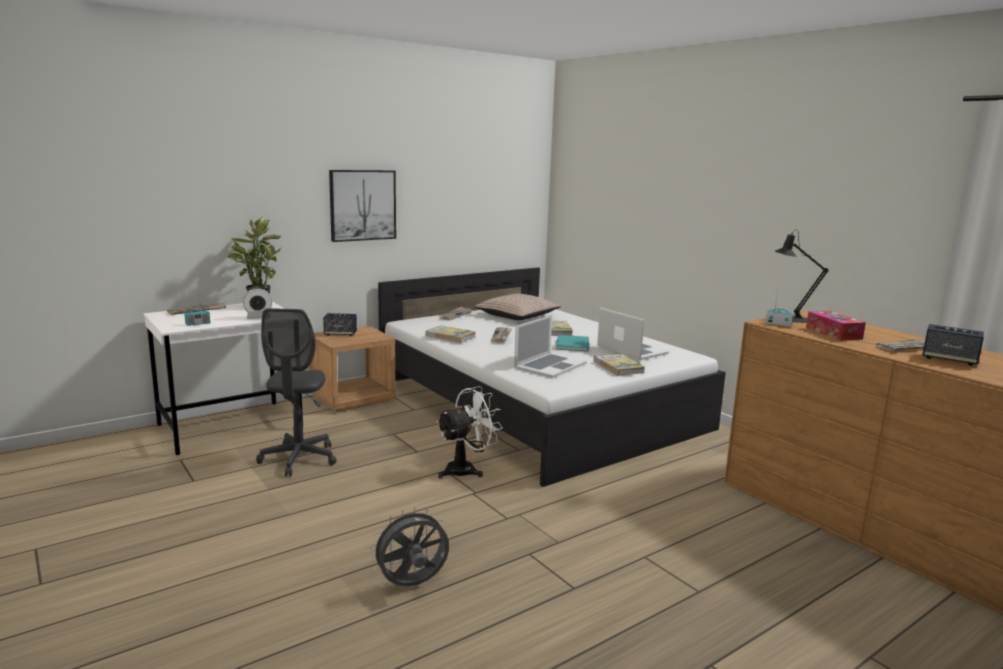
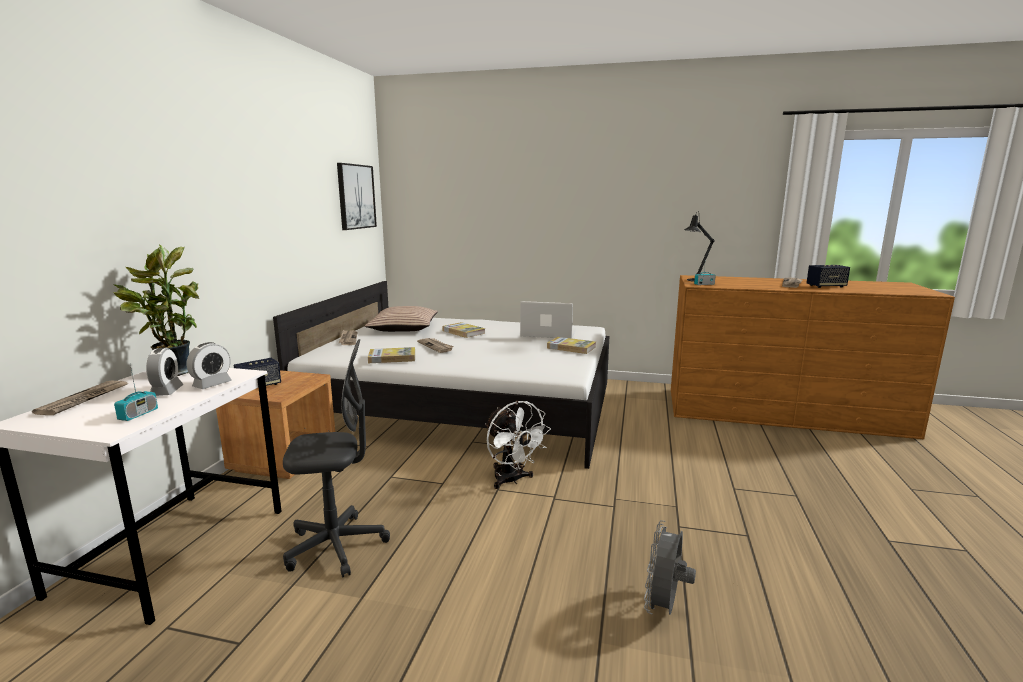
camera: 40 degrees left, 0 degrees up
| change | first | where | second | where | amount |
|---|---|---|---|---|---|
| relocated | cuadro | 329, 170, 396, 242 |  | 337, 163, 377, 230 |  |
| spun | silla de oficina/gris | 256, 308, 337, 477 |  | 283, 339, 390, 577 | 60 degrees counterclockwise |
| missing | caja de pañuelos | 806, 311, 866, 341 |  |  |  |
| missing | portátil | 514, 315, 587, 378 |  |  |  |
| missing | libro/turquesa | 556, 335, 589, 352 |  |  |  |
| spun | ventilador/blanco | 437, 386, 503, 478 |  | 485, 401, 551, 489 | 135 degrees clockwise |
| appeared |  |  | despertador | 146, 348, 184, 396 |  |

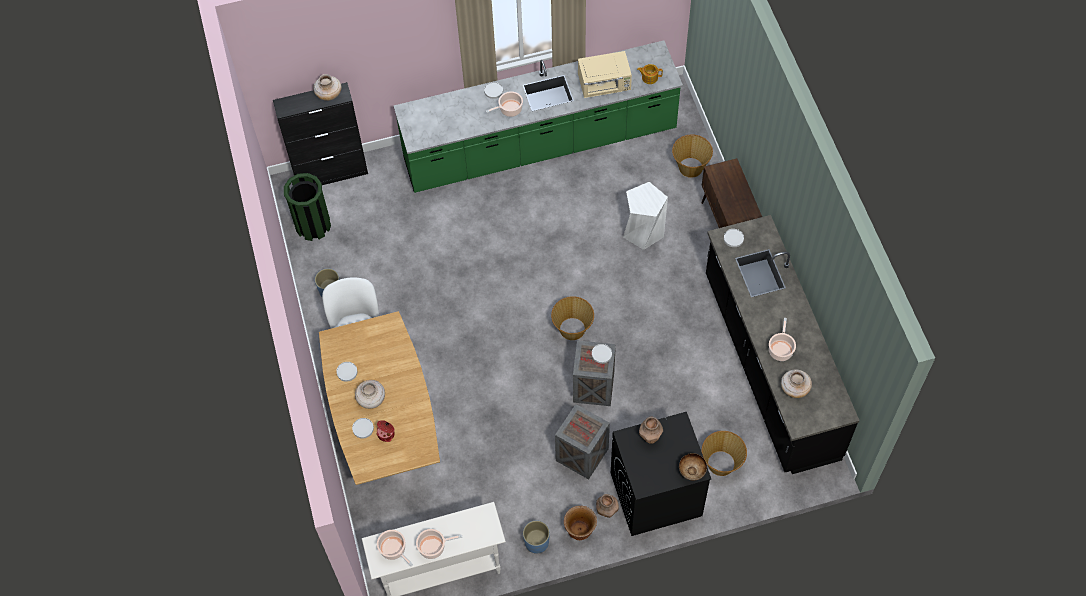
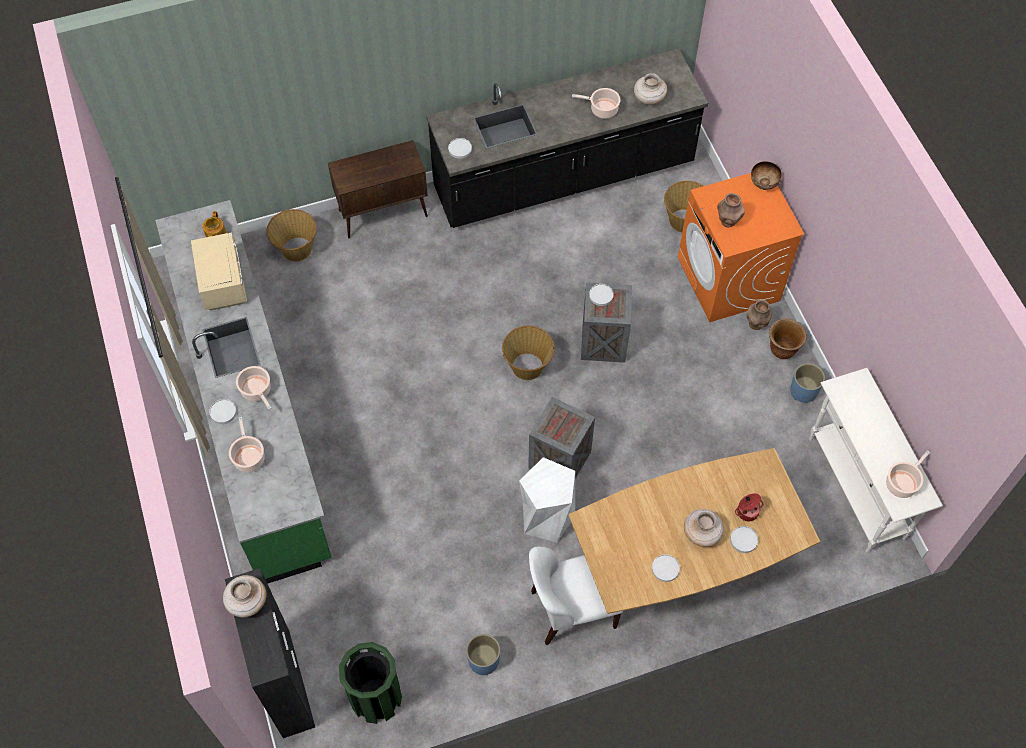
camera: 95 degrees left, 0 degrees up
| change | first | where | second | where | amount |
|---|---|---|---|---|---|
| relocated | taburete/blanco | 623, 182, 668, 250 |  | 519, 457, 575, 542 |  |
| relocated | caja de embalaje | 555, 404, 610, 479 |  | 528, 397, 595, 479 |  |
| colour | lavadora/negro | 611, 412, 711, 536 | lavadora/naranja | 678, 173, 805, 322 |  |
| relocated | olla | 416, 529, 462, 559 |  | 229, 417, 264, 472 |  |

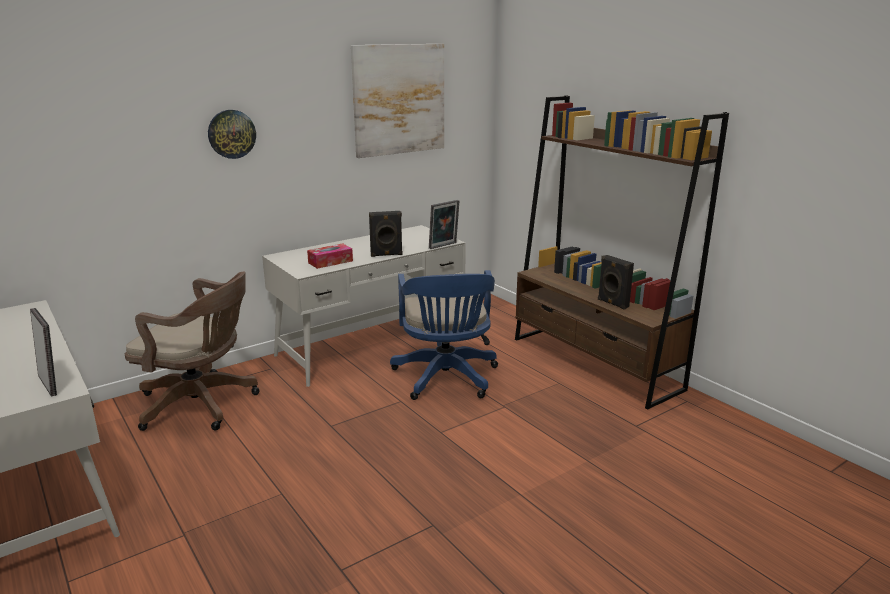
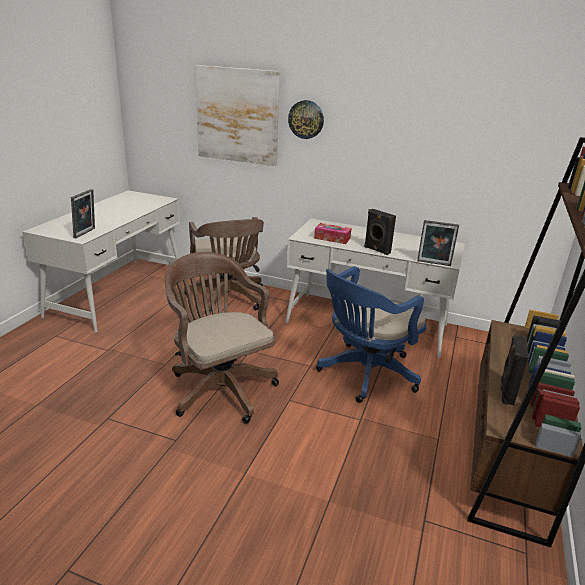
camera: 55 degrees right, 5 degrees up
| change | first | where | second | where | amount |
|---|---|---|---|---|---|
| relocated | cuadro | 351, 44, 444, 158 |  | 195, 65, 280, 166 |  |
| appeared |  |  | silla de oficina/marrón | 165, 252, 279, 424 |  |

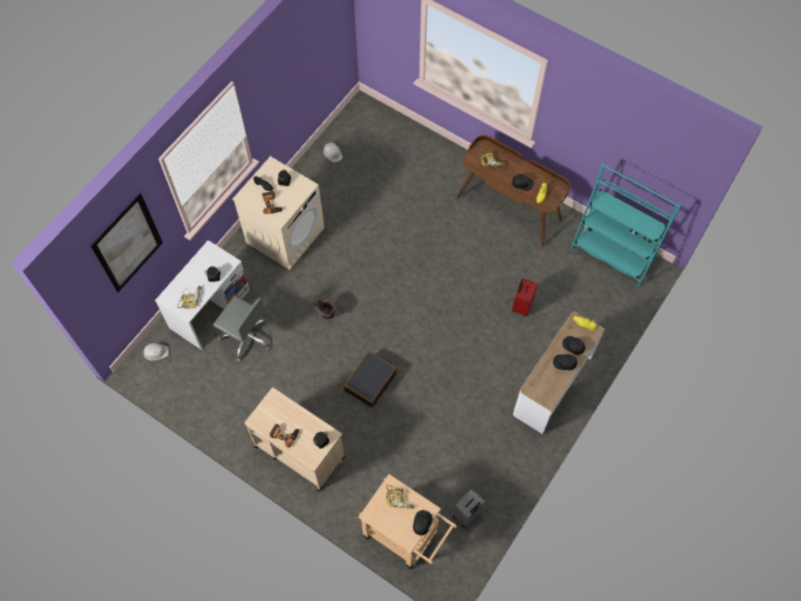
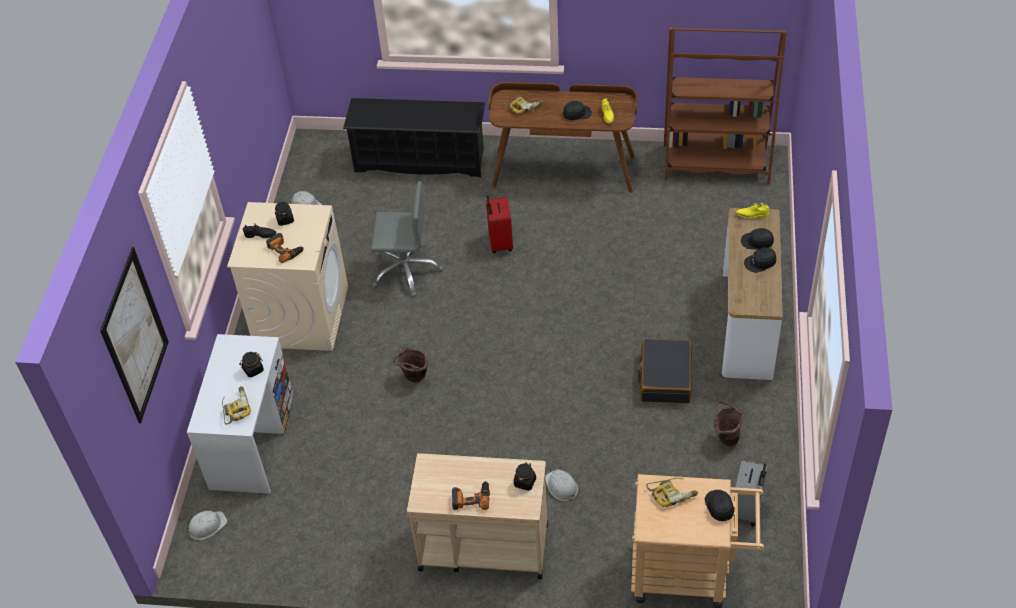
camera: 25 degrees left, 15 degrees down
| change | first | where | second | where | amount |
|---|---|---|---|---|---|
| colour | estantería/turquesa | 570, 163, 681, 287 | estantería/marrón | 664, 27, 787, 184 |  |
| relocated | maleta/rojo | 512, 278, 537, 316 |  | 486, 195, 513, 253 |  |
| relocated | silla de oficina/gris | 213, 295, 270, 362 |  | 371, 181, 443, 297 |  |
| relocated | maleta/negro | 344, 351, 397, 408 |  | 638, 339, 692, 403 |  |
| appeared |  |  | zapatero/negro | 343, 98, 485, 177 |  |
| appeared |  |  | cubo/marrón | 714, 401, 743, 447 |  |
| appeared |  |  | casco/blanco | 545, 469, 578, 501 |  |

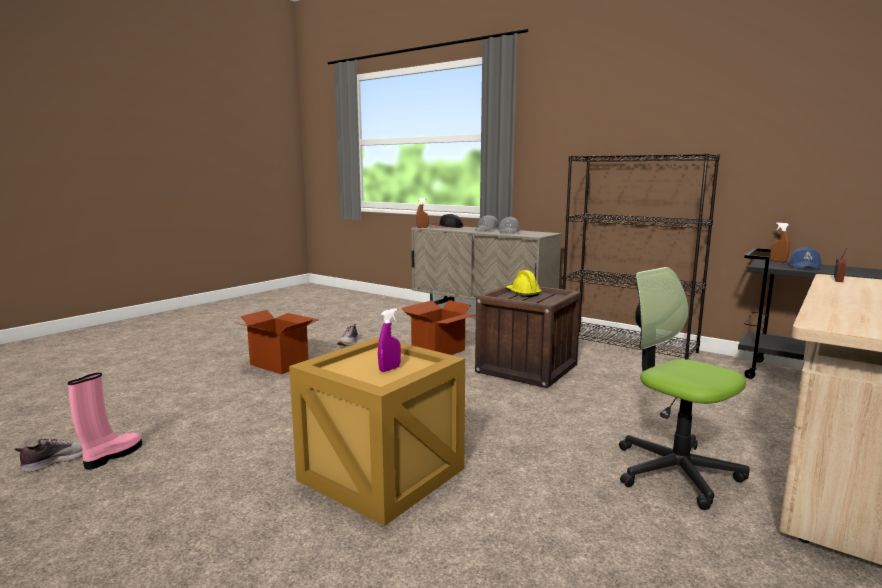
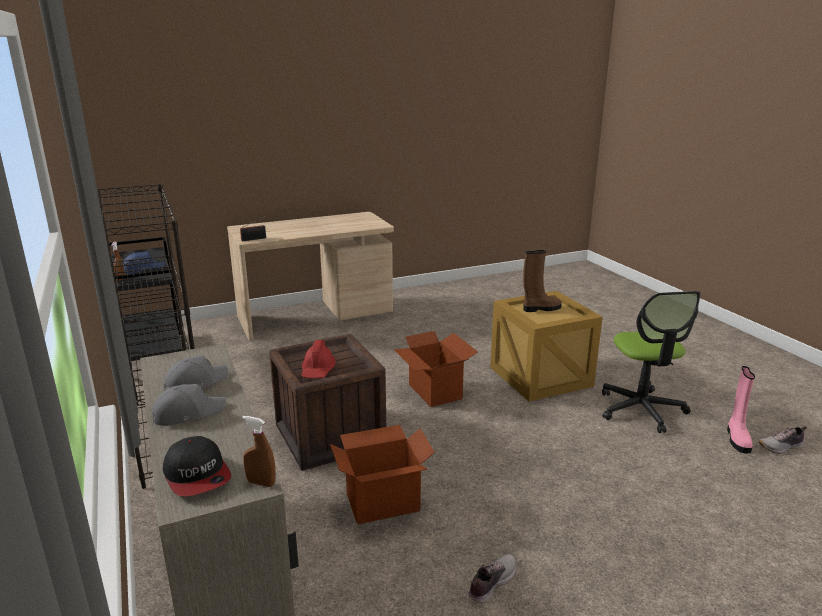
camera: 150 degrees left, 10 degrees up
| change | first | where | second | where | amount |
|---|---|---|---|---|---|
| relocated | silla de oficina | 619, 267, 750, 510 |  | 602, 291, 701, 433 |  |
| colour | casco/amarillo | 506, 270, 542, 297 | casco/rojo | 302, 340, 335, 379 |  |
| exchanged | pulverizador/morado | 378, 309, 401, 372 | bota/marrón | 523, 250, 562, 312 |  |
| relocated | caja de cartón | 233, 310, 319, 374 |  | 394, 331, 478, 407 |  |
| spun | bota/rosa | 68, 373, 142, 470 |  | 727, 366, 755, 454 | 45 degrees counterclockwise |

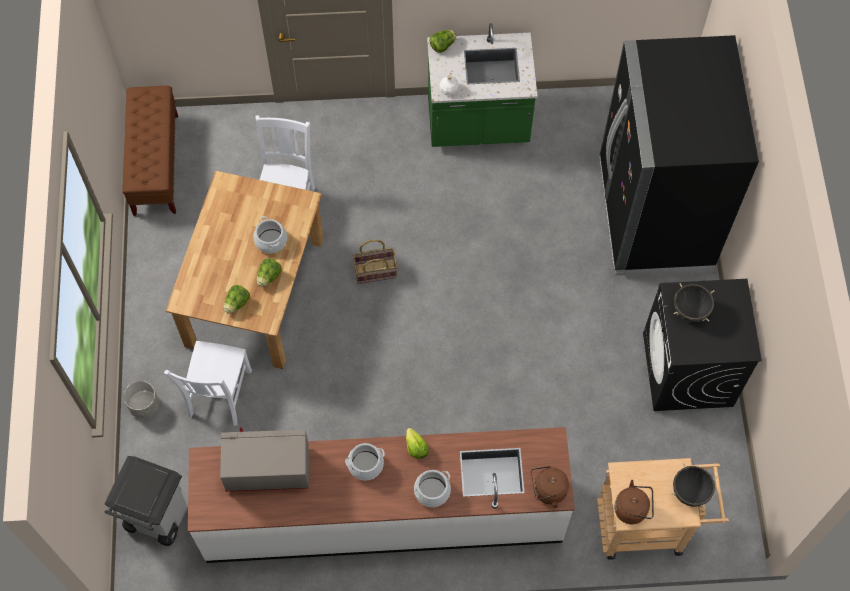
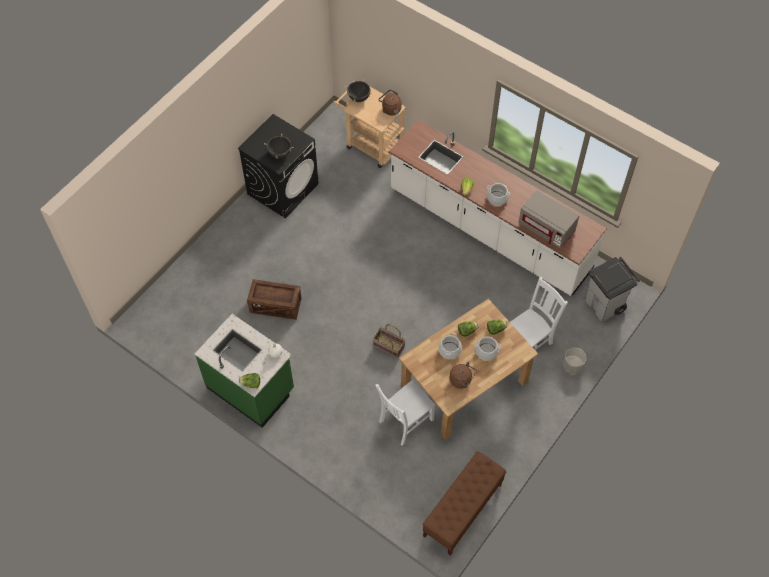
camera: 140 degrees left, 5 degrees down
| change | first | where | second | where | amount |
|---|---|---|---|---|---|
| missing | nevera/negro | 599, 35, 759, 275 |  |  |  |
| relocated | hervidor/marrón | 531, 466, 569, 508 |  | 450, 362, 477, 389 |  |
| relocated | olla | 414, 470, 451, 507 |  | 475, 336, 501, 361 |  |
| appeared |  |  | caja de embalaje | 247, 279, 302, 320 |  |

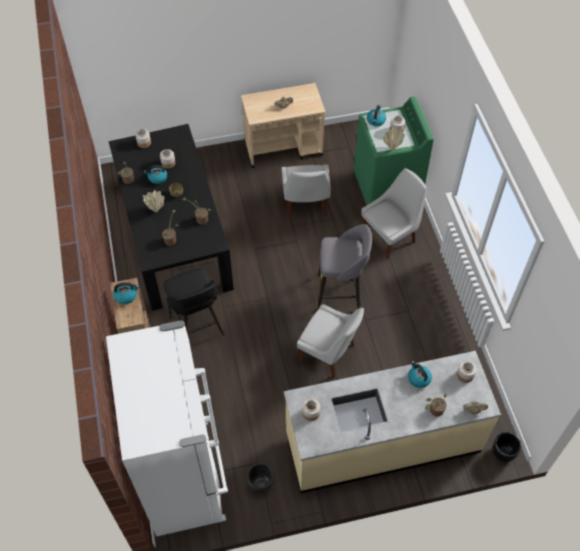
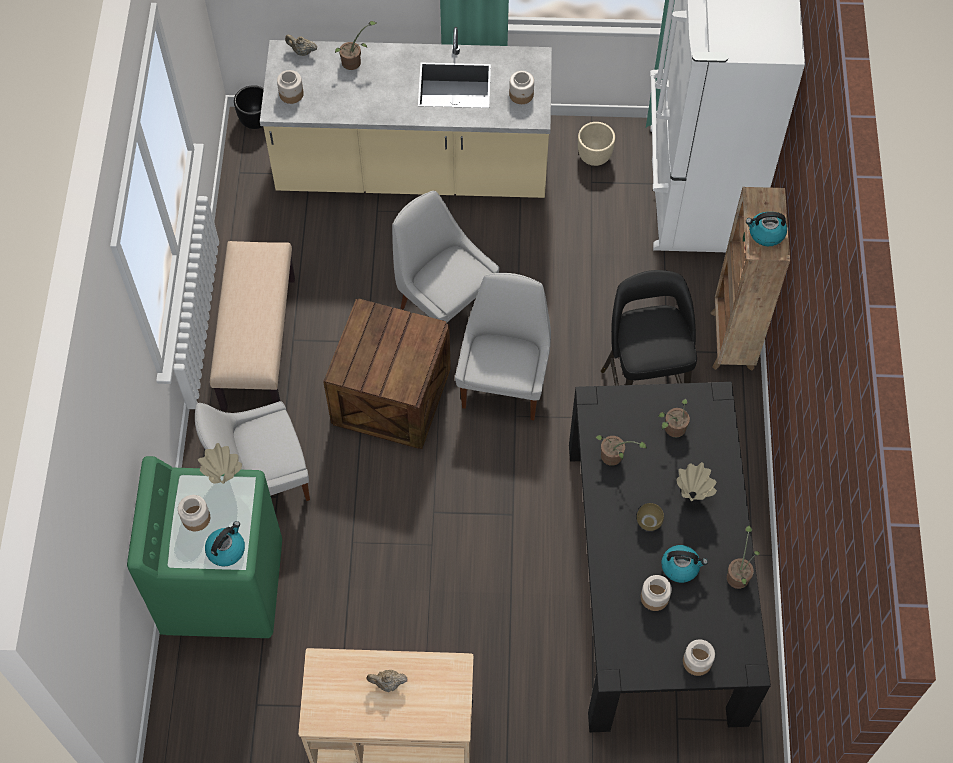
camera: 165 degrees left, 5 degrees up
| change | first | where | second | where | amount |
|---|---|---|---|---|---|
| relocated | silla/blanco | 282, 164, 331, 218 |  | 455, 273, 551, 420 |  |
| exchanged | taburete/gris | 317, 224, 372, 310 | caja de embalaje | 323, 298, 451, 449 |  |
| missing | hervidor | 408, 361, 432, 388 |  |  |  |
| colour | maceta/negro | 247, 463, 274, 493 | maceta/beis | 578, 122, 615, 166 |  |
| appeared |  |  | banco/beis | 210, 241, 295, 411 |  |

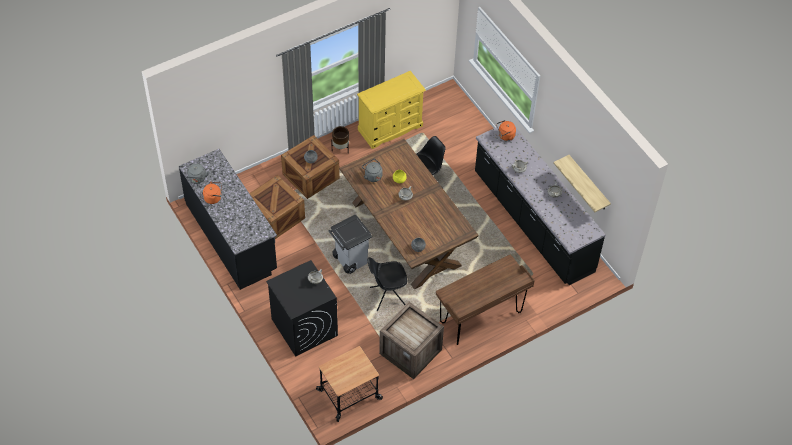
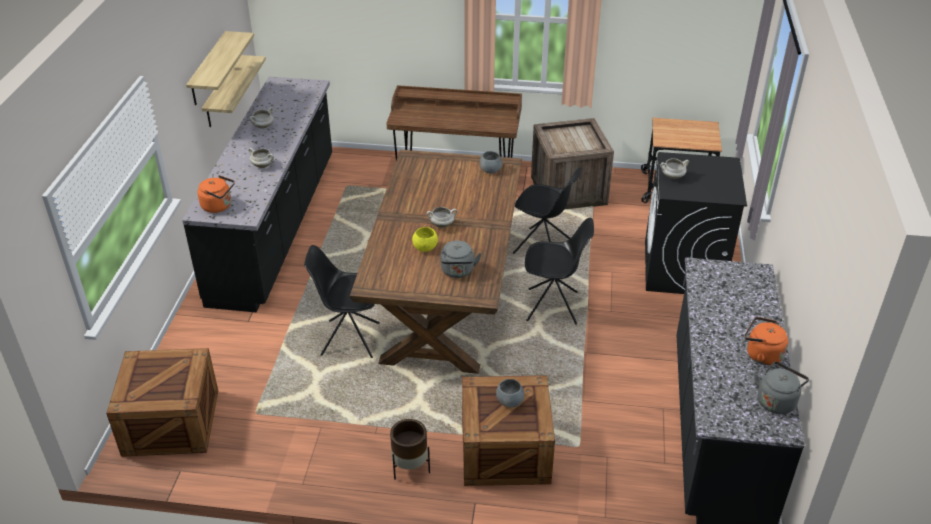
camera: 140 degrees left, 15 degrees down
| change | first | where | second | where | amount |
|---|---|---|---|---|---|
| missing | cómoda/amarillo | 357, 71, 426, 149 |  |  |  |
| relocated | caja de embalaje | 249, 175, 305, 239 |  | 106, 348, 218, 457 |  |
| exchanged | papelera/gris | 328, 215, 372, 274 | silla/negro | 525, 217, 594, 324 |  |
| appeared |  |  | estante | 186, 31, 254, 105 |  |

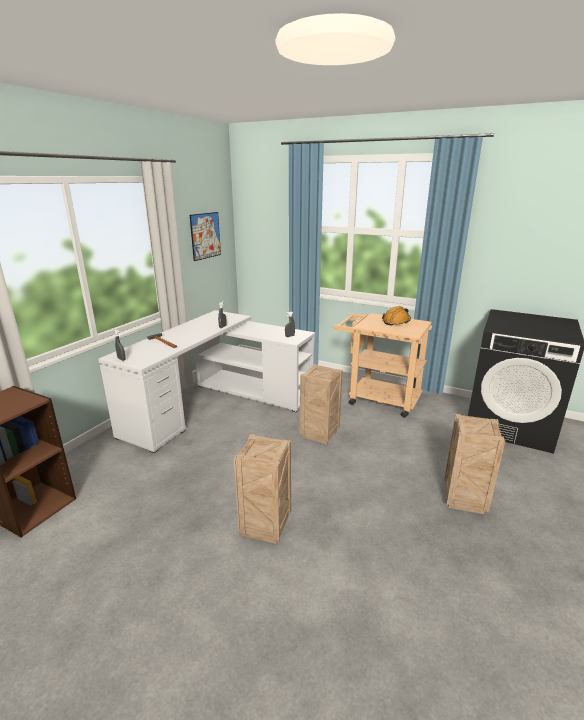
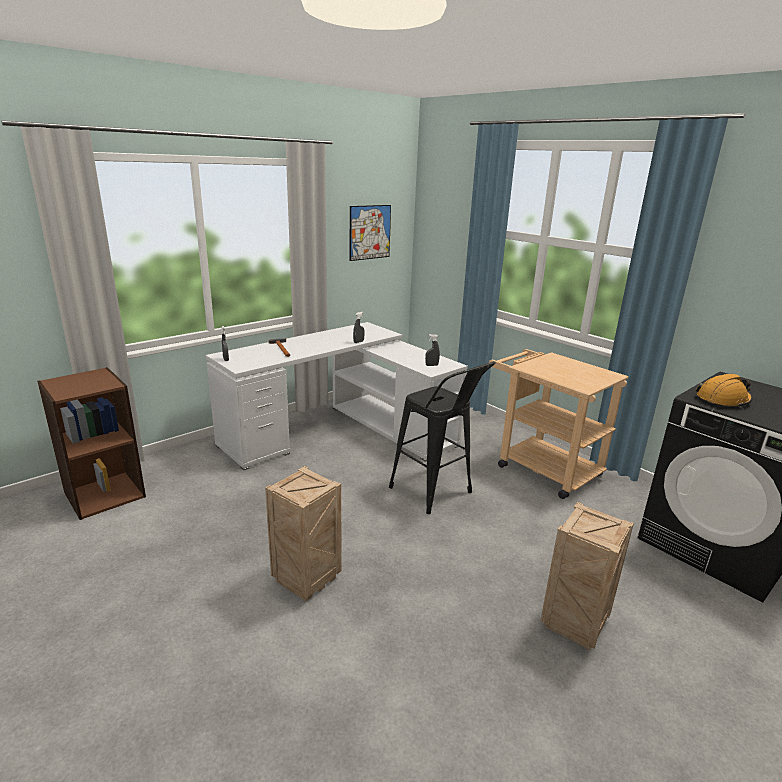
camera: 20 degrees right, 0 degrees up
| change | first | where | second | where | amount |
|---|---|---|---|---|---|
| relocated | casco/naranja | 382, 306, 411, 326 |  | 696, 374, 753, 408 |  |
| exchanged | caja de embalaje | 300, 364, 343, 444 | taburete/negro | 389, 361, 496, 514 |  |

